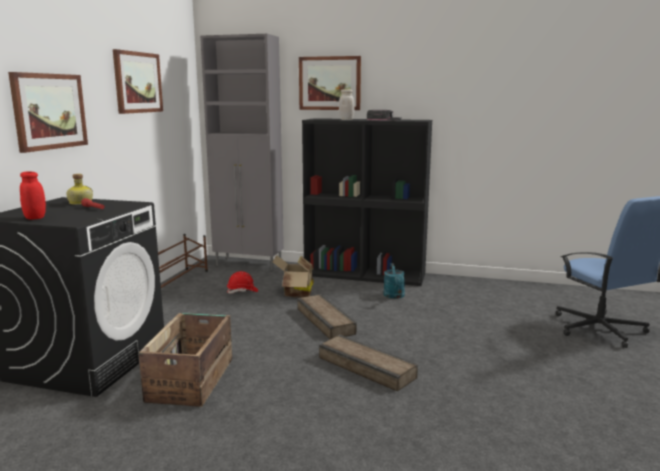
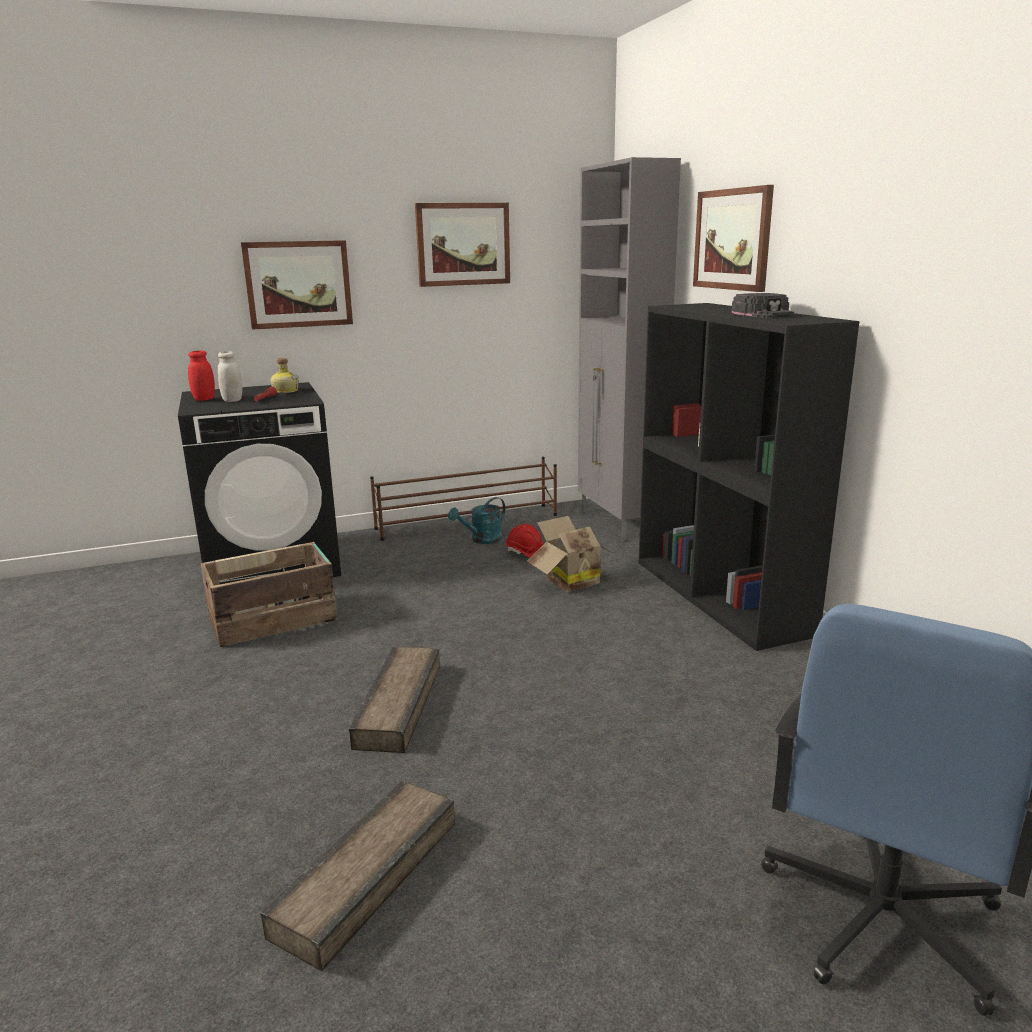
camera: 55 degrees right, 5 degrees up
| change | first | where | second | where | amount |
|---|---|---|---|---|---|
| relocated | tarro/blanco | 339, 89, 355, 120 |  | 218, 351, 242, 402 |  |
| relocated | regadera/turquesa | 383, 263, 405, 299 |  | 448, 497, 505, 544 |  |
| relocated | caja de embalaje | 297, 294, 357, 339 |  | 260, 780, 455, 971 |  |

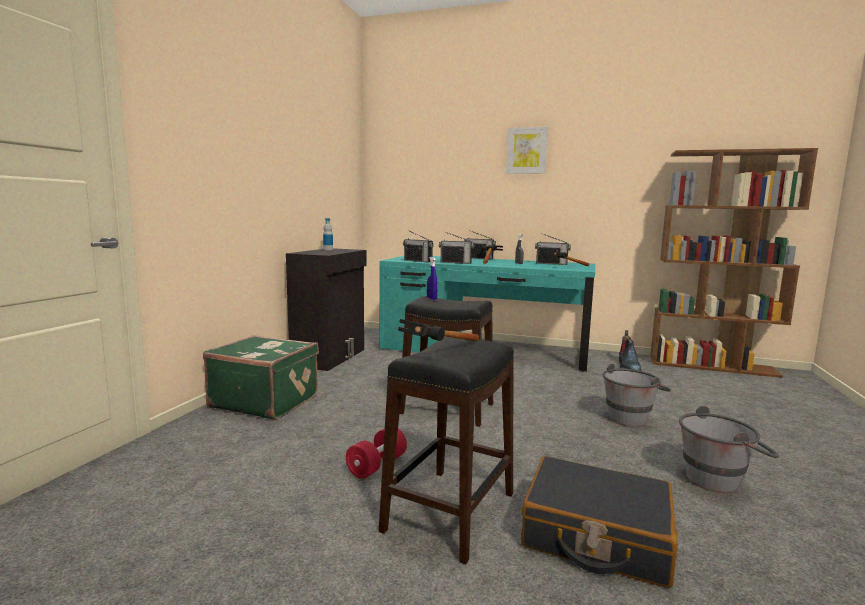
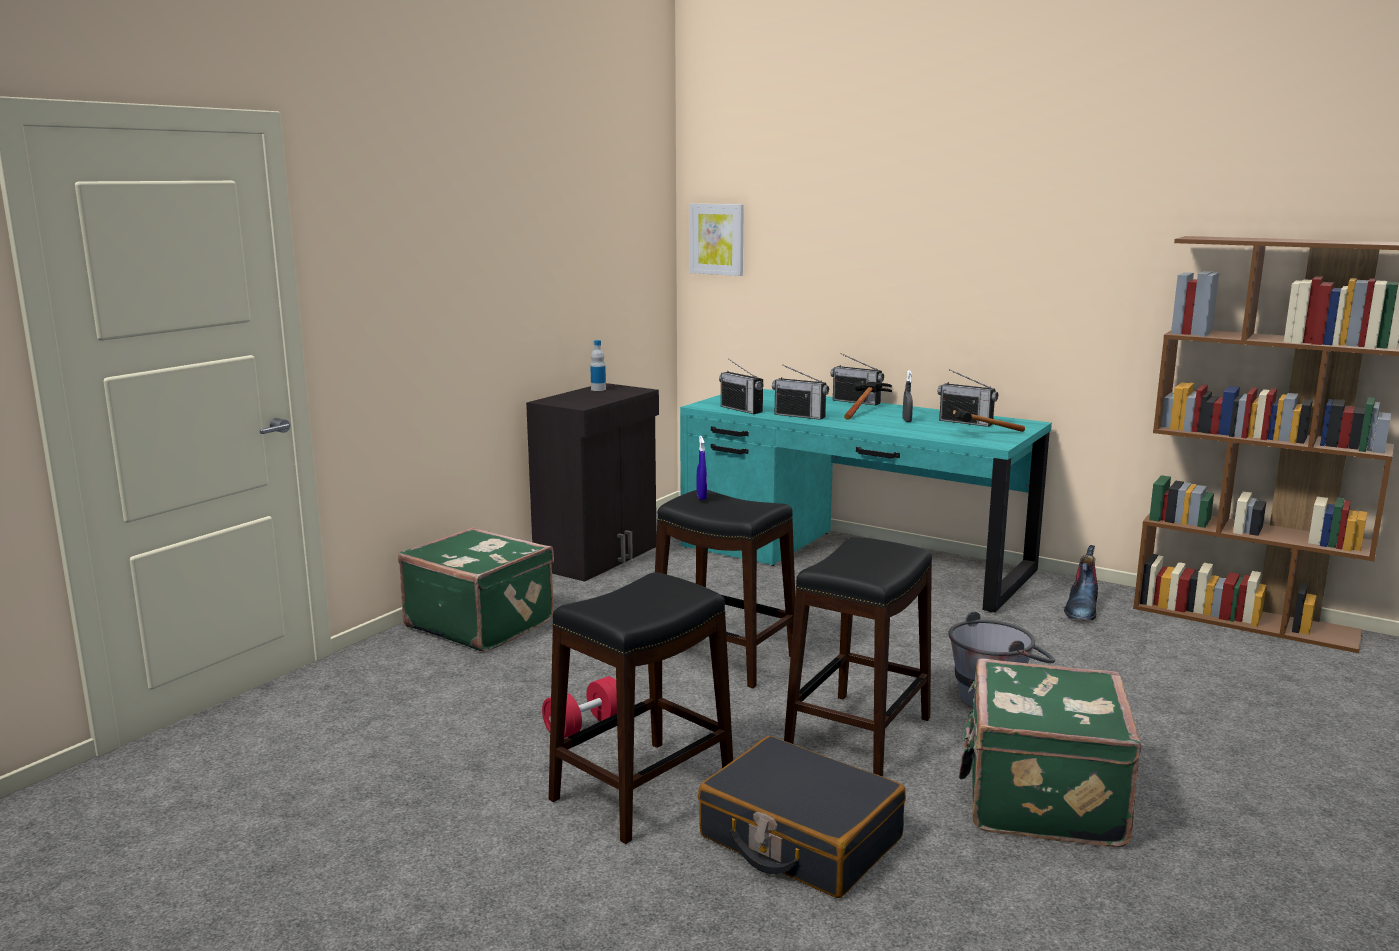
camera: 15 degrees right, 5 degrees up
| change | first | where | second | where | amount |
|---|---|---|---|---|---|
| relocated | cuadro | 506, 127, 548, 174 |  | 690, 203, 744, 276 |  |
| missing | martillo | 398, 319, 479, 341 |  |  |  |
| exchanged | cubo/gris | 679, 406, 779, 493 | maleta/verde | 958, 658, 1141, 848 |  |
| appeared |  |  | taburete/negro | 784, 537, 932, 777 |  |

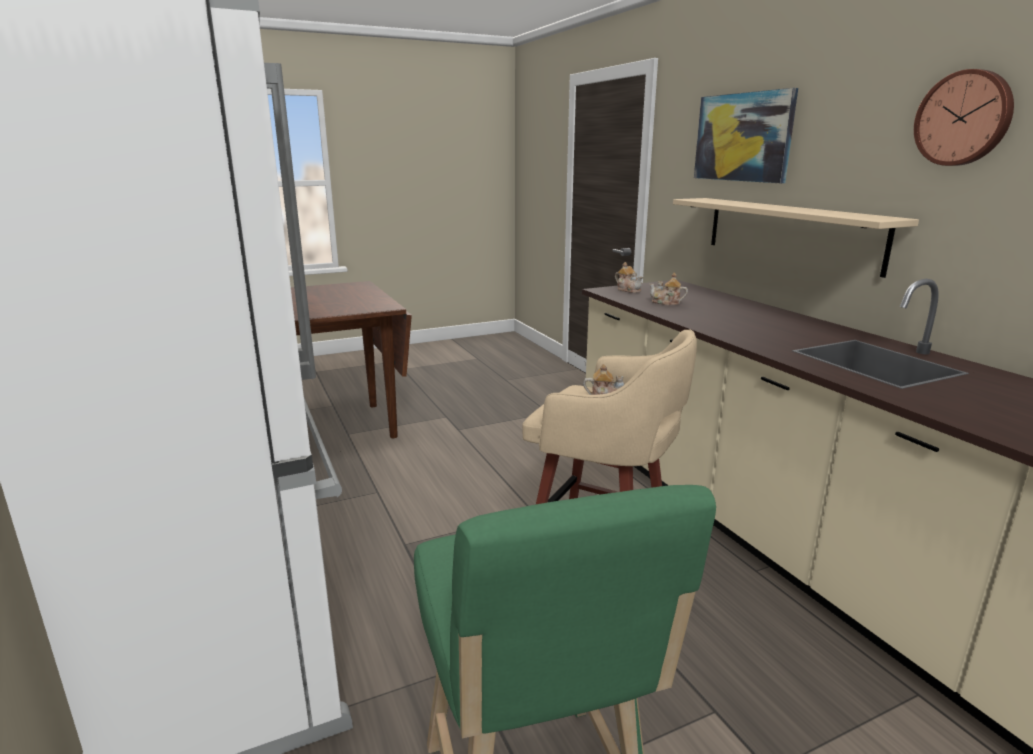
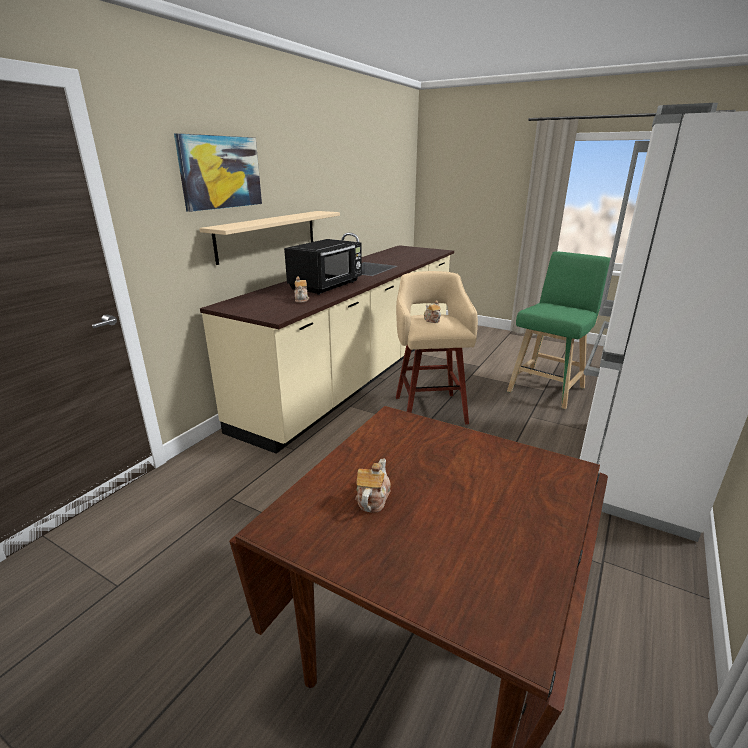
camera: 125 degrees left, 5 degrees up
| change | first | where | second | where | amount |
|---|---|---|---|---|---|
| missing | reloj de pared | 914, 69, 1014, 166 |  |  |  |
| relocated | tetera | 615, 262, 643, 293 |  | 355, 458, 391, 513 |  |
| appeared |  |  | microondas/negro | 284, 239, 362, 295 |  |

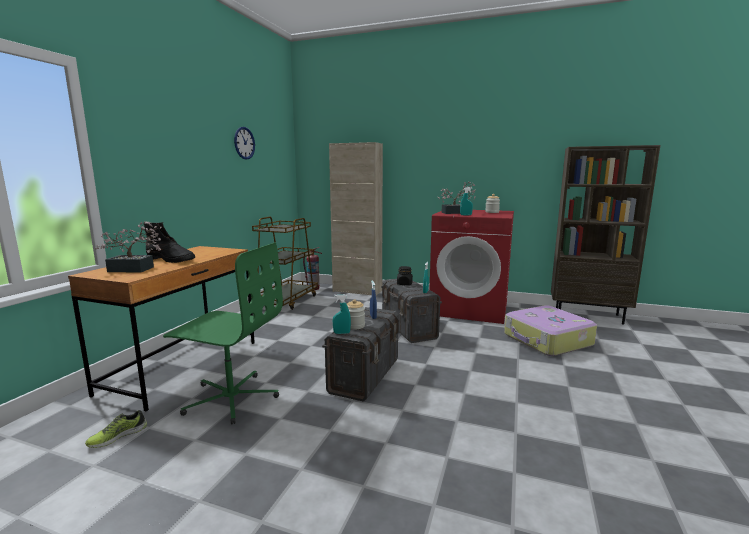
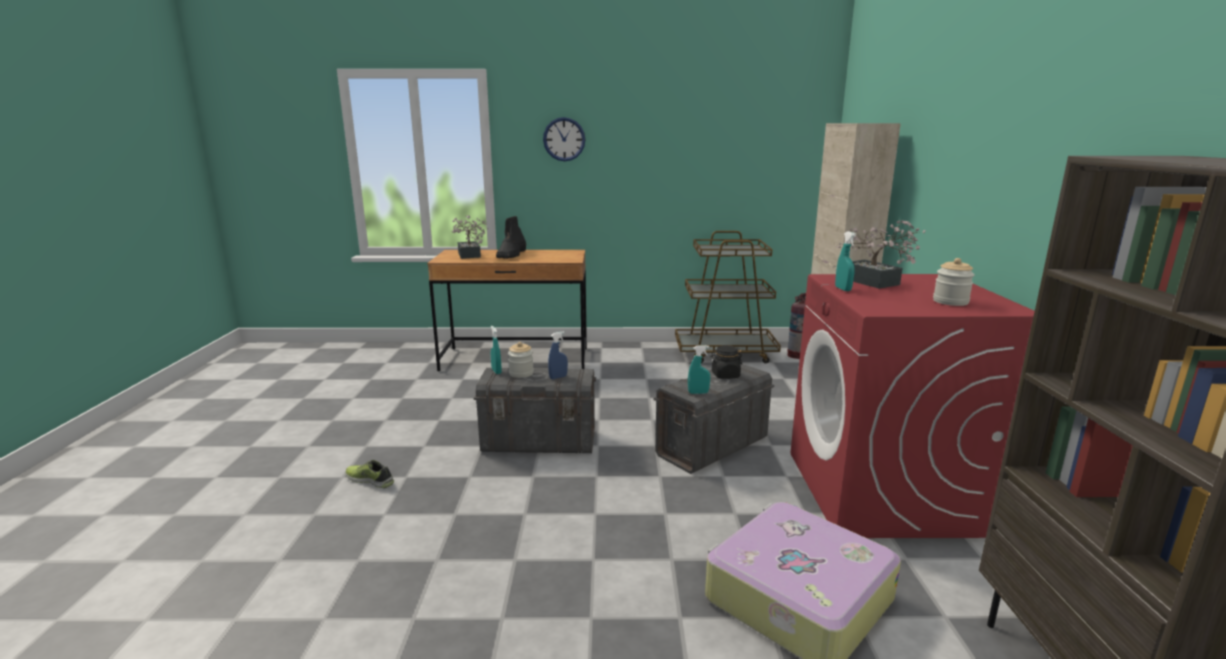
camera: 70 degrees right, 5 degrees up
| change | first | where | second | where | amount |
|---|---|---|---|---|---|
| relocated | reloj de pared | 234, 127, 255, 160 |  | 543, 117, 586, 161 |  |
| missing | silla de oficina/verde | 163, 242, 283, 424 |  |  |  |
| relocated | zapato | 85, 410, 147, 448 |  | 345, 460, 394, 488 |  |

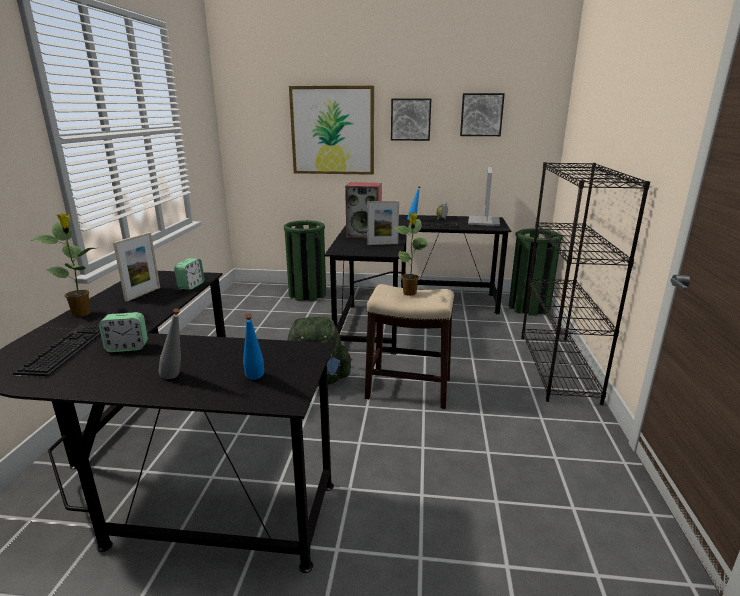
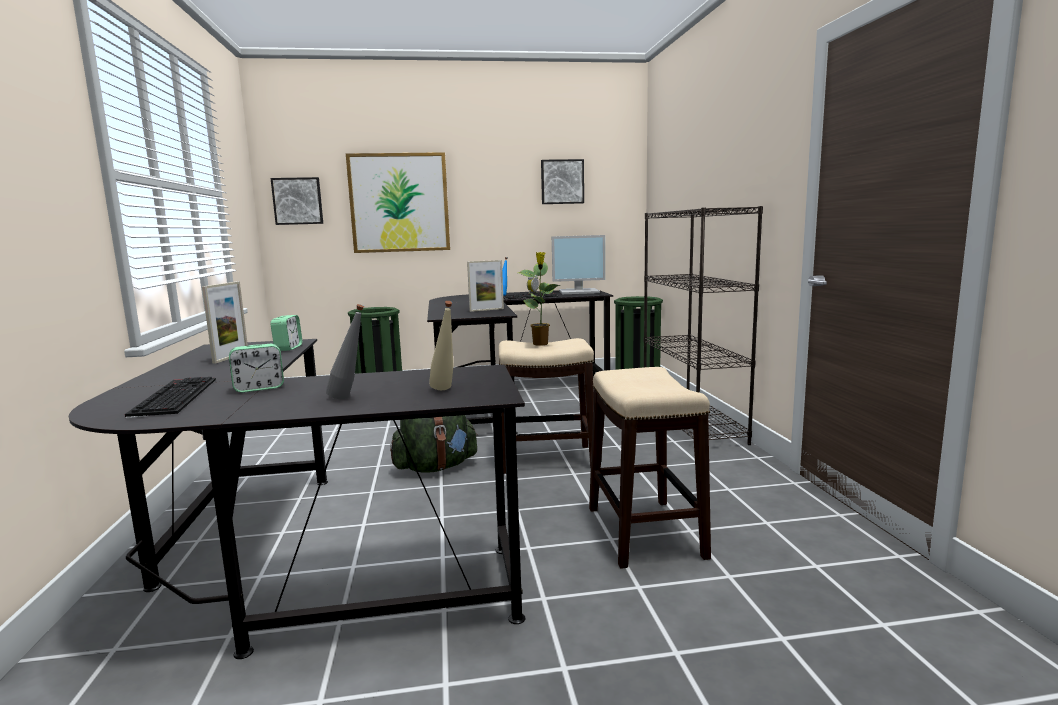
camera: 15 degrees left, 10 degrees down
| change | first | where | second | where | amount |
|---|---|---|---|---|---|
| relocated | cuadro | 391, 99, 431, 141 |  | 271, 177, 323, 225 |  |
| spun | monitor | 468, 167, 500, 226 |  | 552, 235, 605, 294 | 90 degrees counterclockwise |
| missing | altavoz | 345, 182, 382, 238 |  |  |  |
| missing | planta en maceta | 30, 214, 96, 317 |  |  |  |
| colour | botella/azul | 243, 313, 264, 380 | botella/beis | 429, 301, 454, 390 |  |
| appeared |  |  | taburete | 589, 367, 711, 569 |  |

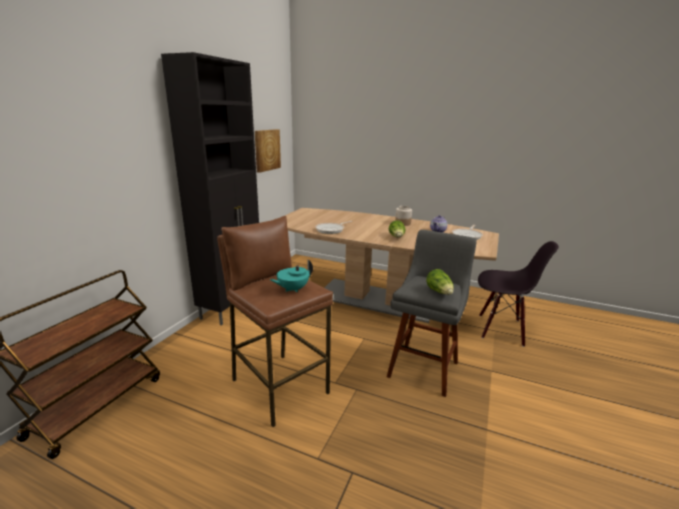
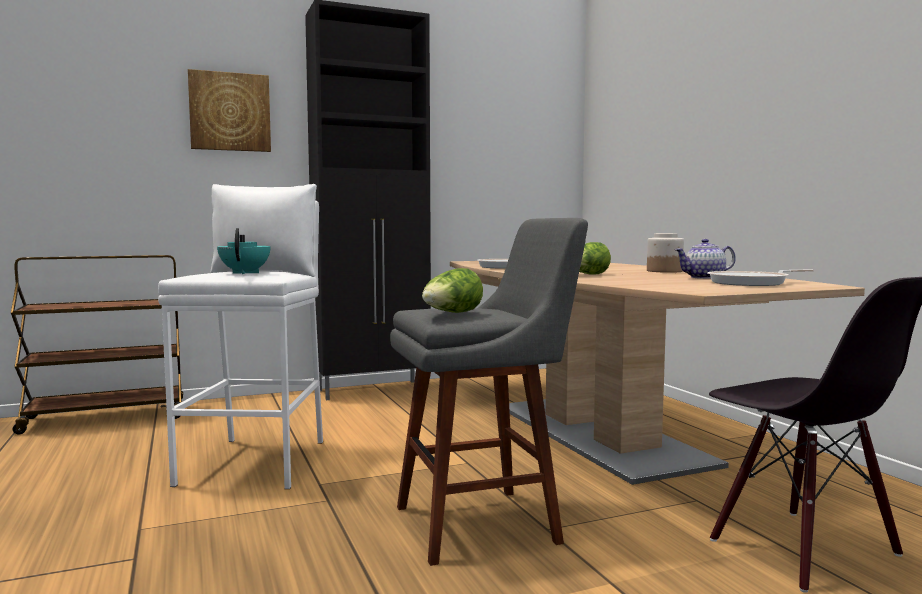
camera: 45 degrees right, 15 degrees down
| change | first | where | second | where | amount |
|---|---|---|---|---|---|
| relocated | cuadro | 255, 129, 281, 173 |  | 188, 69, 271, 152 |  |
| colour | taburete/marrón | 217, 216, 333, 427 | taburete/blanco | 158, 184, 323, 489 |  |
| spun | tetera/turquesa | 270, 259, 313, 292 |  | 217, 228, 271, 274 | 75 degrees clockwise |

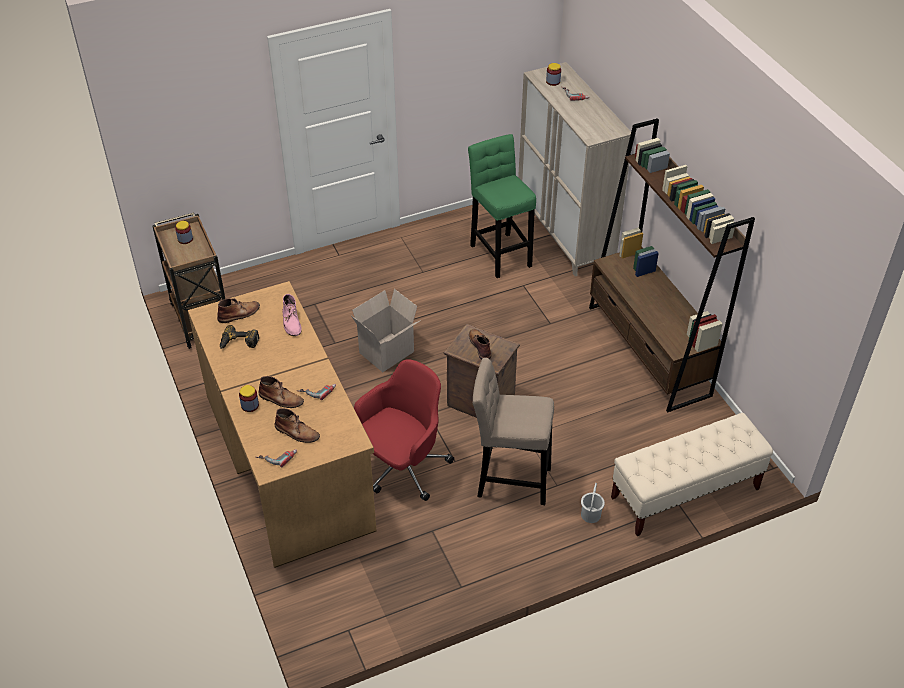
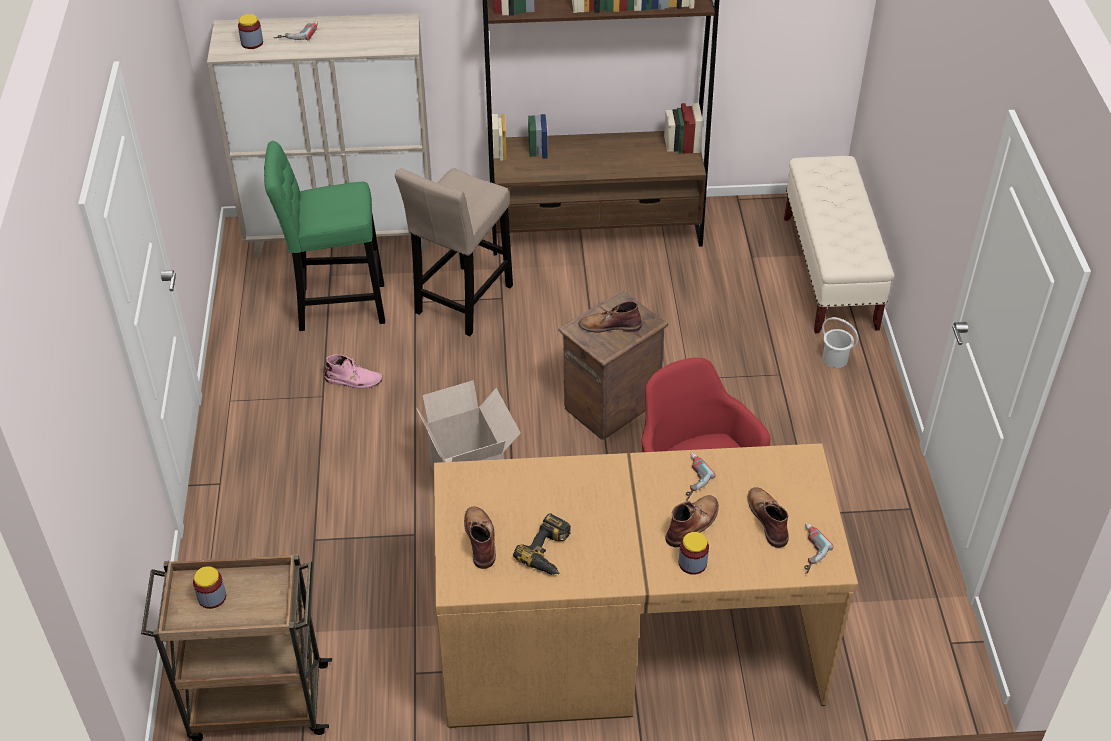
camera: 70 degrees left, 0 degrees up
| change | first | where | second | where | amount |
|---|---|---|---|---|---|
| relocated | bota/rosa | 283, 294, 302, 336 |  | 324, 354, 383, 388 |  |
| relocated | taburete/beis | 473, 358, 554, 505 |  | 395, 168, 513, 336 |  |
| spun | bota/marrón | 275, 408, 320, 443 |  | 747, 487, 789, 548 | 60 degrees counterclockwise |

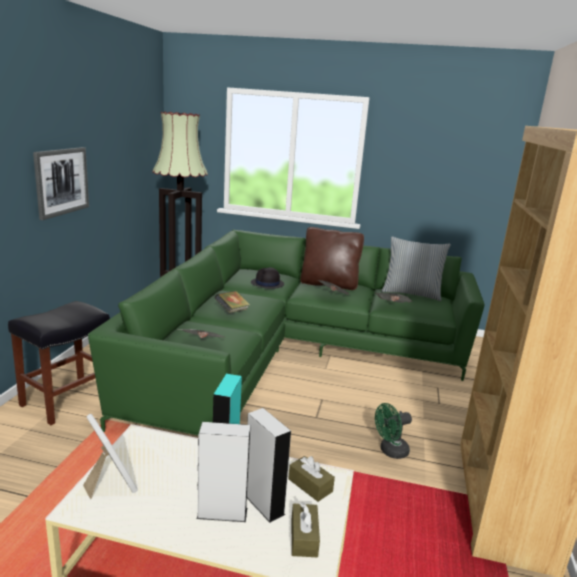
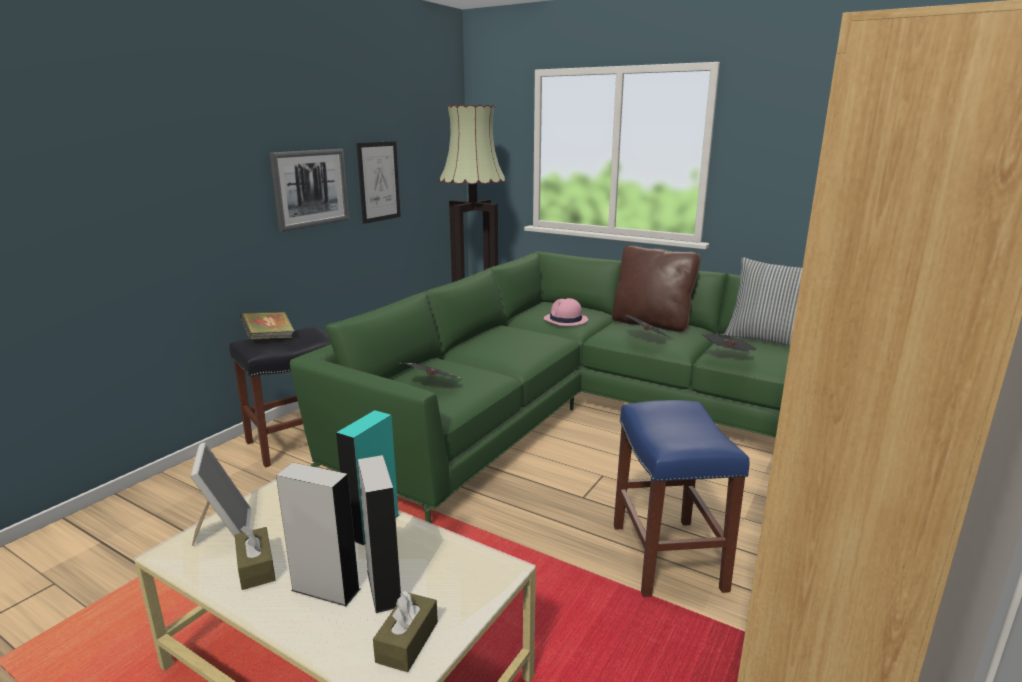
camera: 20 degrees right, 0 degrees up
| change | first | where | second | where | amount |
|---|---|---|---|---|---|
| colour | sombrero/negro | 251, 267, 284, 289 | sombrero/rosa | 544, 298, 588, 326 |  |
| relocated | libro | 215, 291, 250, 313 |  | 240, 312, 294, 339 |  |
| exchanged | ventilador/verde | 375, 403, 412, 459 | taburete/azul | 614, 400, 749, 597 |  |
| relocated | caja de pañuelos/marrón | 288, 456, 335, 502 |  | 235, 526, 276, 590 |  |
| appeared |  |  | cuadro | 356, 141, 401, 224 |  |

